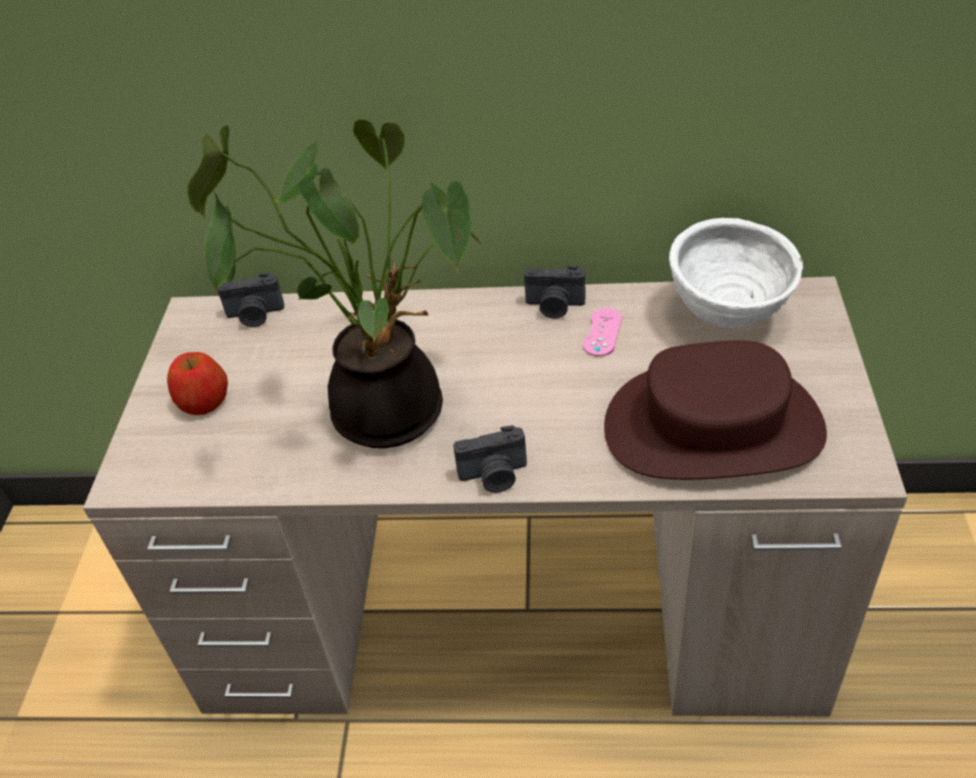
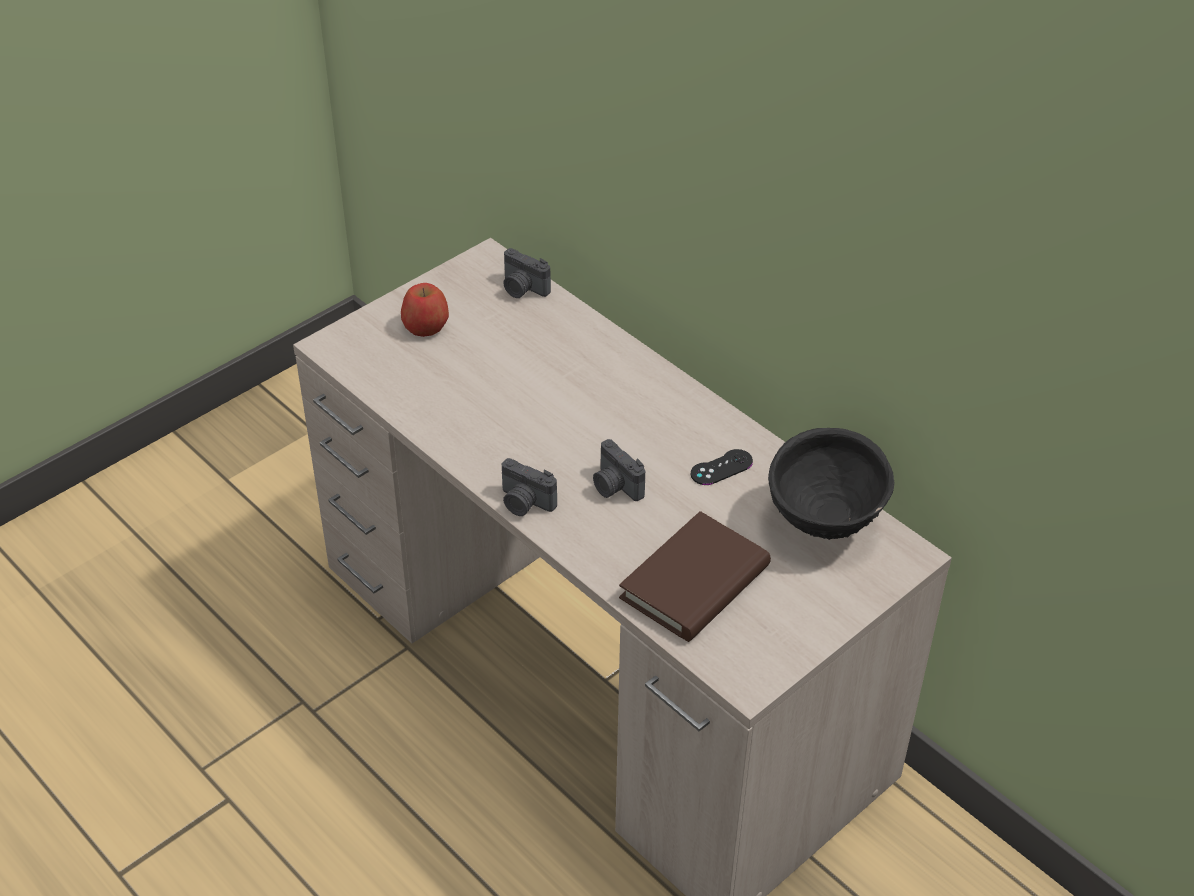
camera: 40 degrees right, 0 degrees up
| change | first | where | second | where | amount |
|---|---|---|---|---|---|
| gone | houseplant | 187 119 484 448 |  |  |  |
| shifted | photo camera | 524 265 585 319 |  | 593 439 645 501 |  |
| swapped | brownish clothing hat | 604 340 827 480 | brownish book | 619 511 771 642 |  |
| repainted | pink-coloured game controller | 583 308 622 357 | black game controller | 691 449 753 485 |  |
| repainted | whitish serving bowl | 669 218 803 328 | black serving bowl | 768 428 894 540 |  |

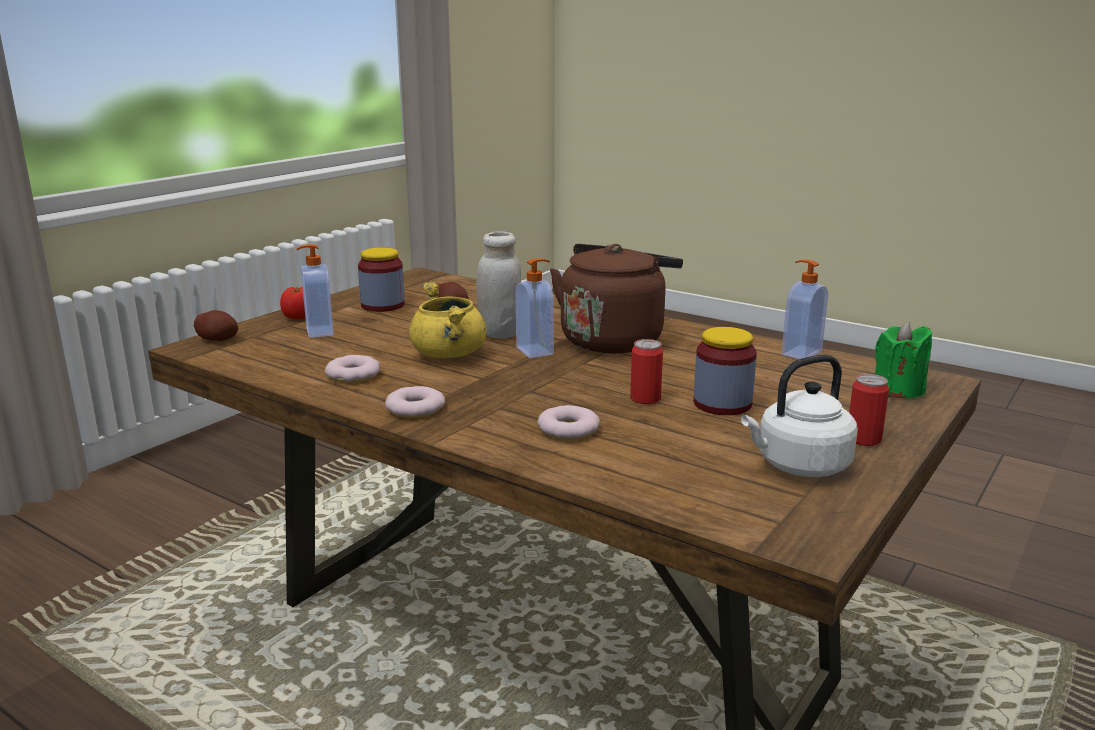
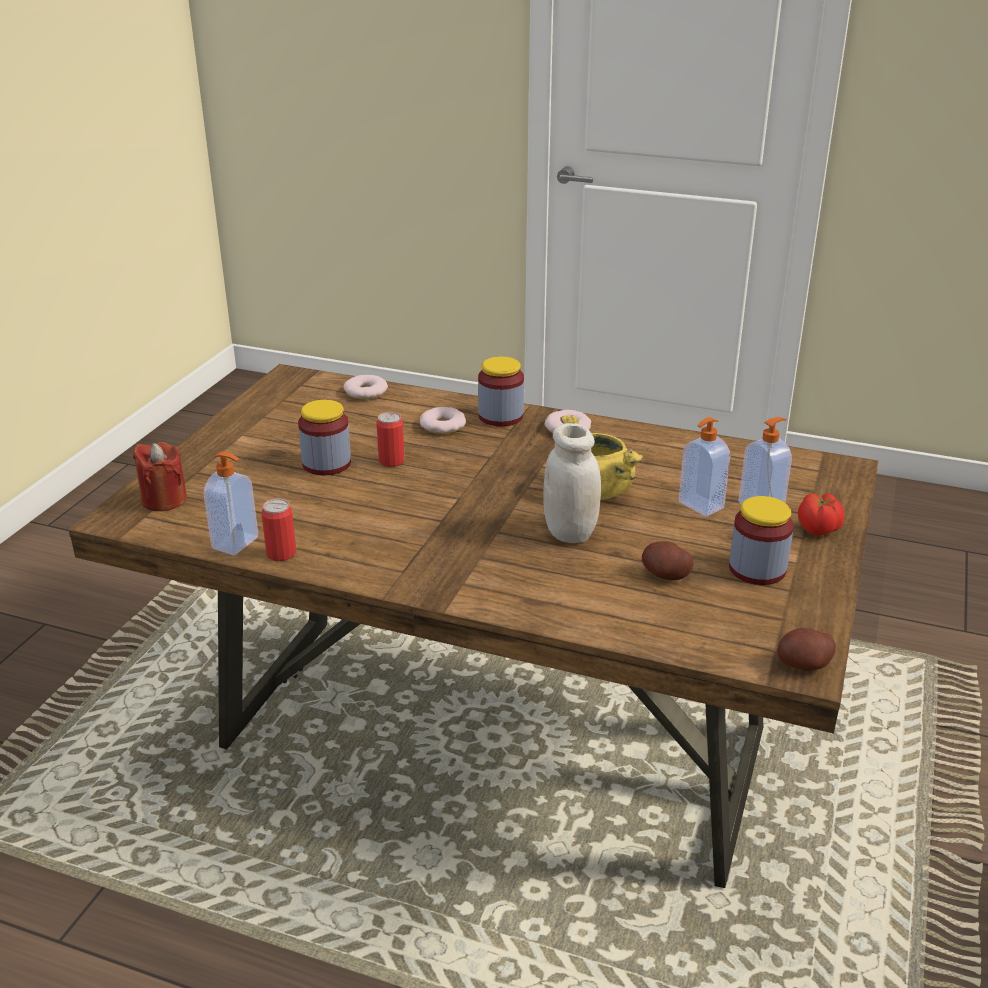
camera: 165 degrees right, 10 degrees up
| change | first | where | second | where | amount |
|---|---|---|---|---|---|
| gone | brownish water kettle | 550 244 683 354 |  |  |  |
| gone | whitish water kettle | 741 355 858 477 |  |  |  |
| new |  |  | storage jar | 478 356 524 427 |  |
| shifted | spud | 194 310 238 341 |  | 777 628 836 671 |  |
| shifted | donut | 325 355 380 383 |  | 343 375 388 399 |  |
| shifted | soap bottle | 516 258 554 358 |  | 679 417 730 517 |  |
| shifted | can | 849 374 889 446 |  | 262 499 296 561 |  |
| repainted | green-coloured candle | 875 321 932 398 | red-coloured candle | 133 442 187 511 |  |

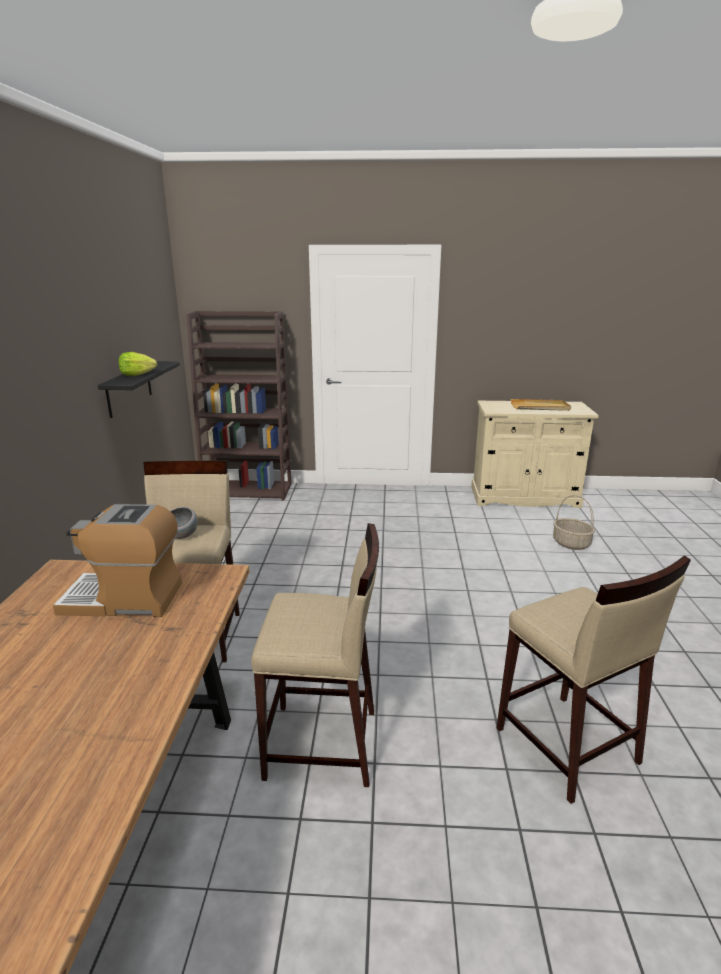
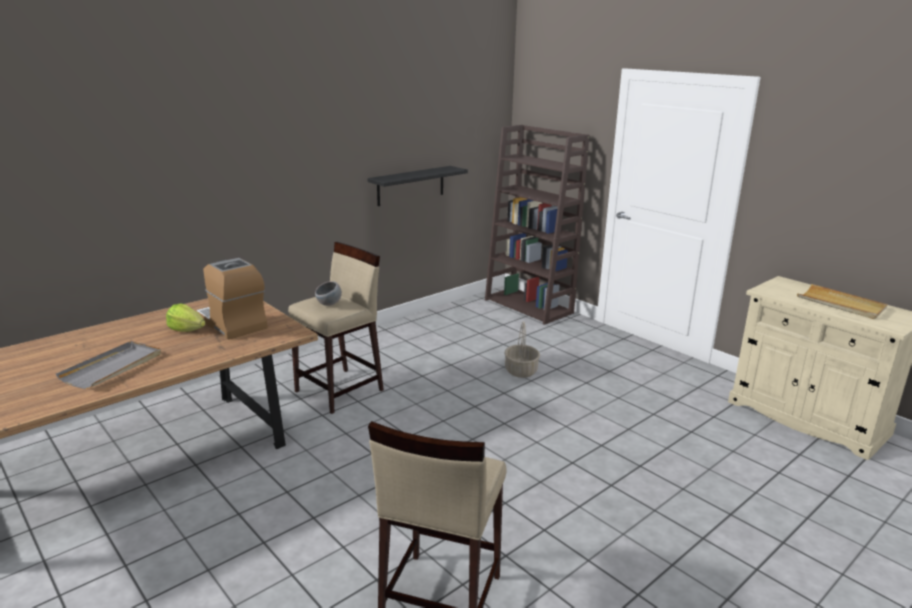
camera: 45 degrees right, 0 degrees up
| change | first | where | second | where | amount |
|---|---|---|---|---|---|
| gone | beige-coloured sitting stool | 251 523 379 787 |  |  |  |
| new |  |  | grey carrying tray | 56 341 161 389 |  |
| shifted | lettuce head | 119 352 157 376 |  | 166 303 206 332 |  |
| shifted | basket | 553 495 595 550 |  | 504 322 540 378 |  |

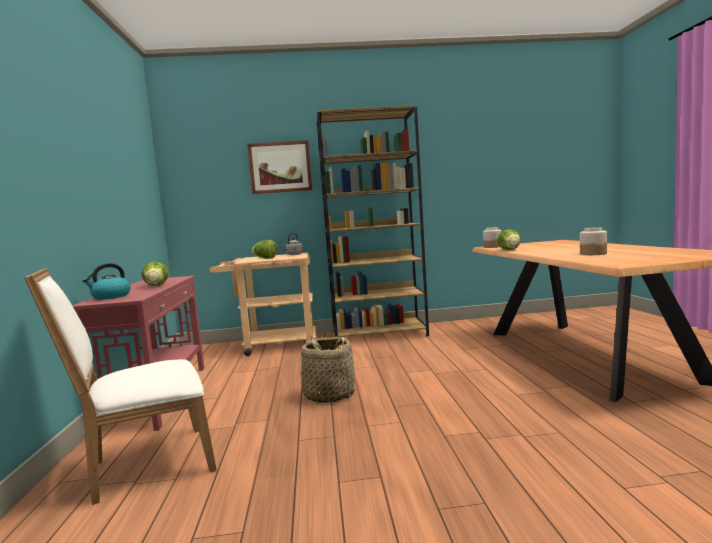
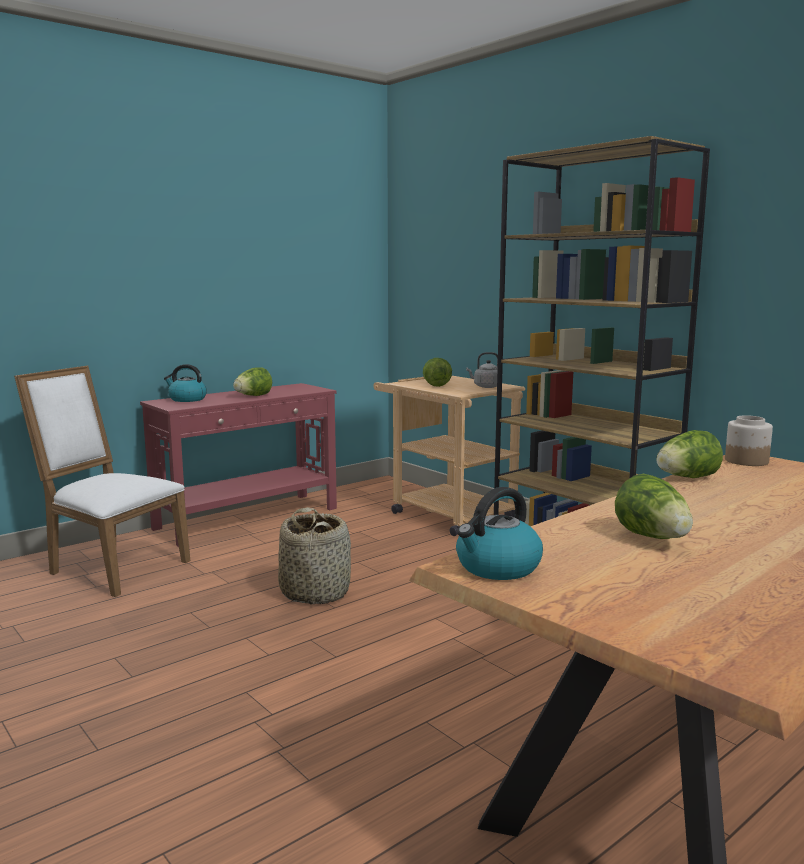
camera: 55 degrees right, 5 degrees up
| change | first | where | second | where | amount |
|---|---|---|---|---|---|
| gone | wall picture | 247 140 312 194 |  |  |  |
| new |  |  | water kettle | 456 487 543 580 |  |
| swapped | storage jar | 580 227 607 255 | lettuce head | 615 474 693 539 |  |

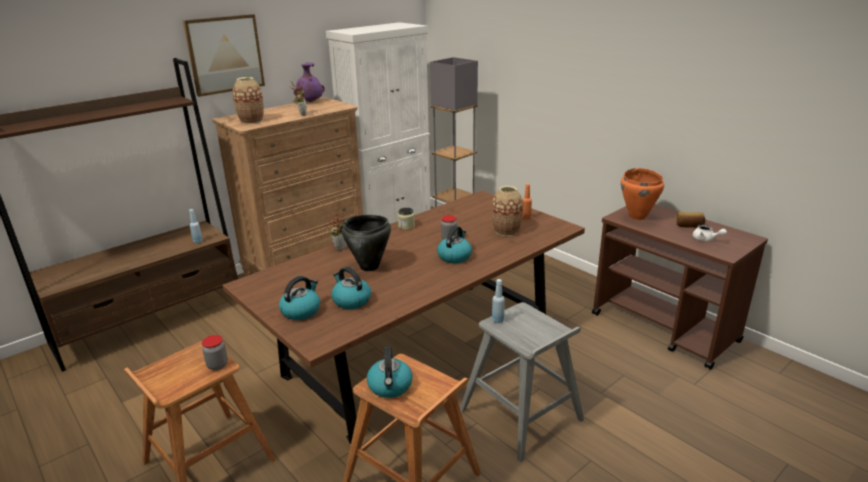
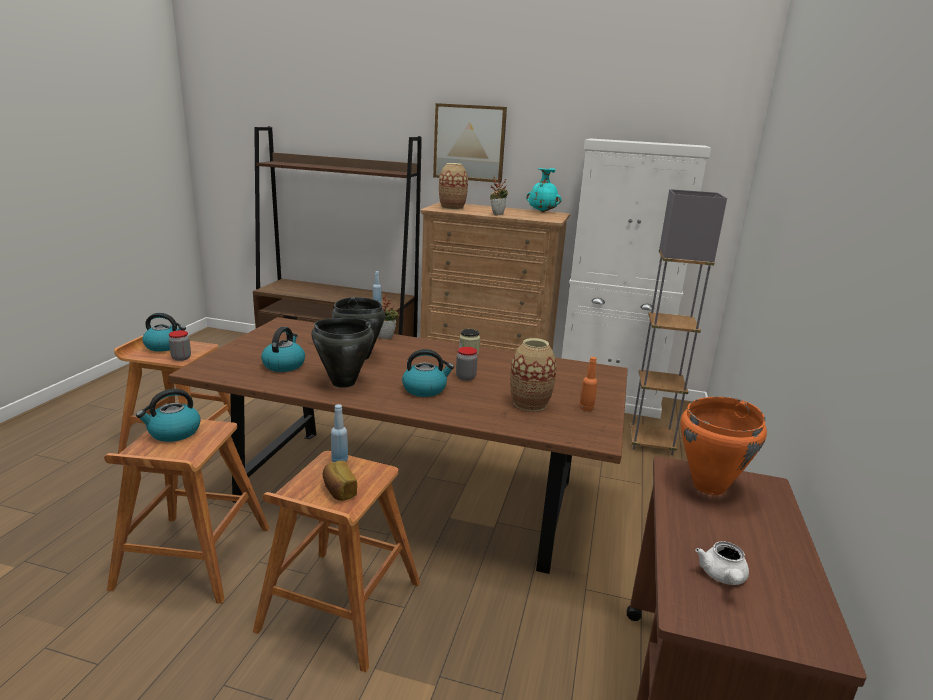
camera: 55 degrees right, 5 degrees down
| change | first | where | second | where | amount |
|---|---|---|---|---|---|
| new |  |  | black saucepot | 311 318 374 388 |  |
| shifted | water kettle | 279 276 320 320 |  | 142 313 186 352 |  |
| shifted | bread | 677 212 705 228 |  | 323 461 357 501 |  |
| repainted | purplish flower vase | 294 62 325 102 | turquoise flower vase | 526 168 562 212 |  |
| repainted | grey sitting stool | 460 302 584 462 | brownish sitting stool | 253 451 420 672 |  |

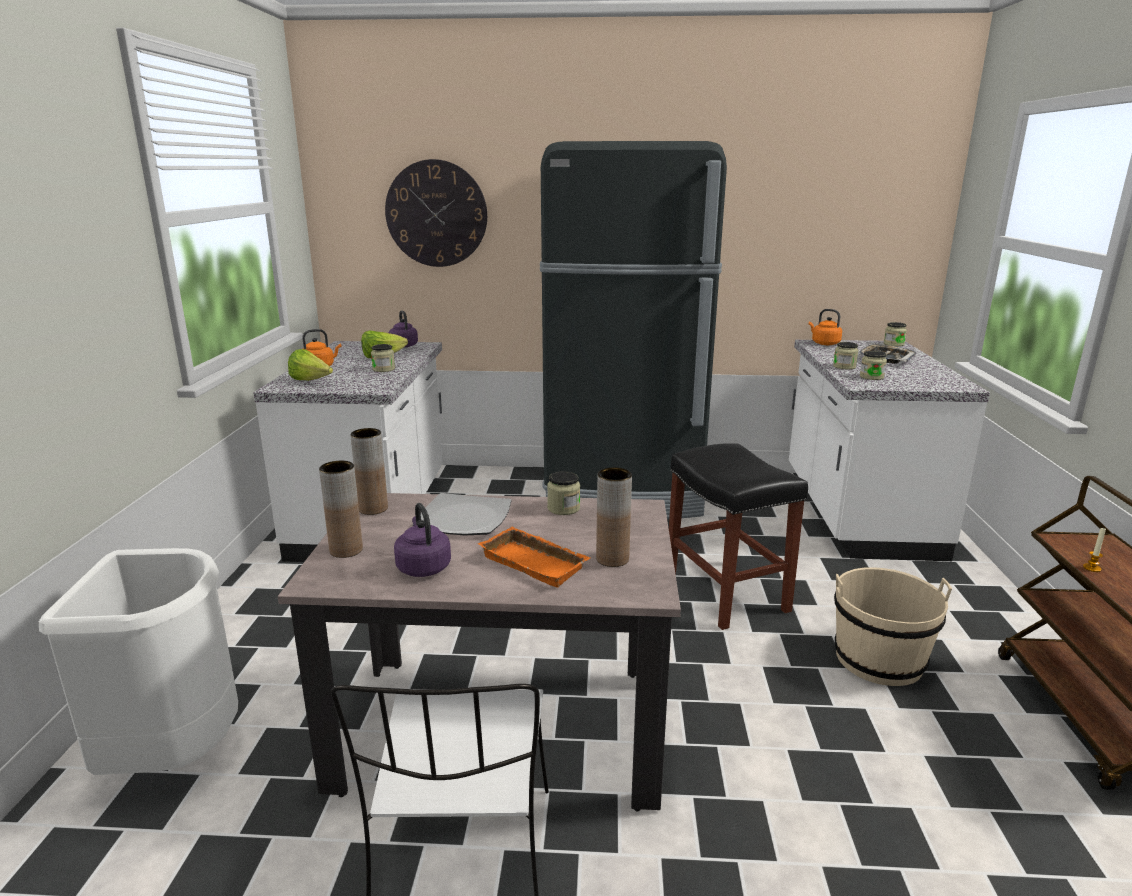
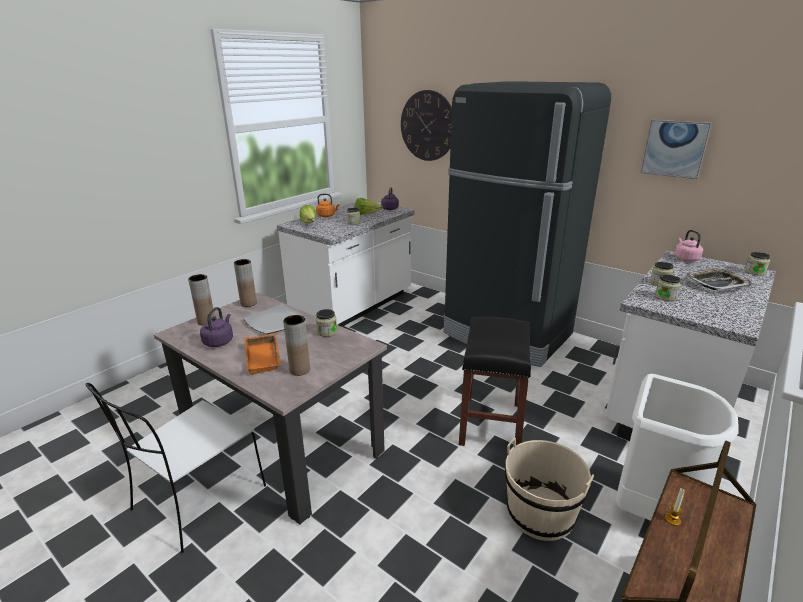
camera: 35 degrees right, 5 degrees up
| change | first | where | second | where | amount |
|---|---|---|---|---|---|
| new |  |  | wall picture | 641 120 712 179 |  |
| shifted | whitish trash can | 39 548 238 775 |  | 616 374 738 521 |  |
| repainted | orangey water kettle | 809 309 842 345 | pink-coloured water kettle | 674 230 703 262 |  |

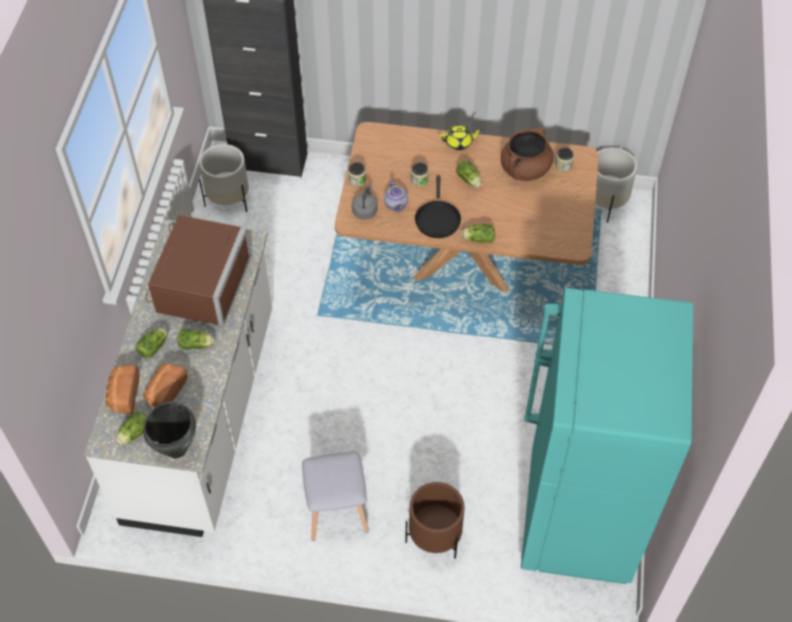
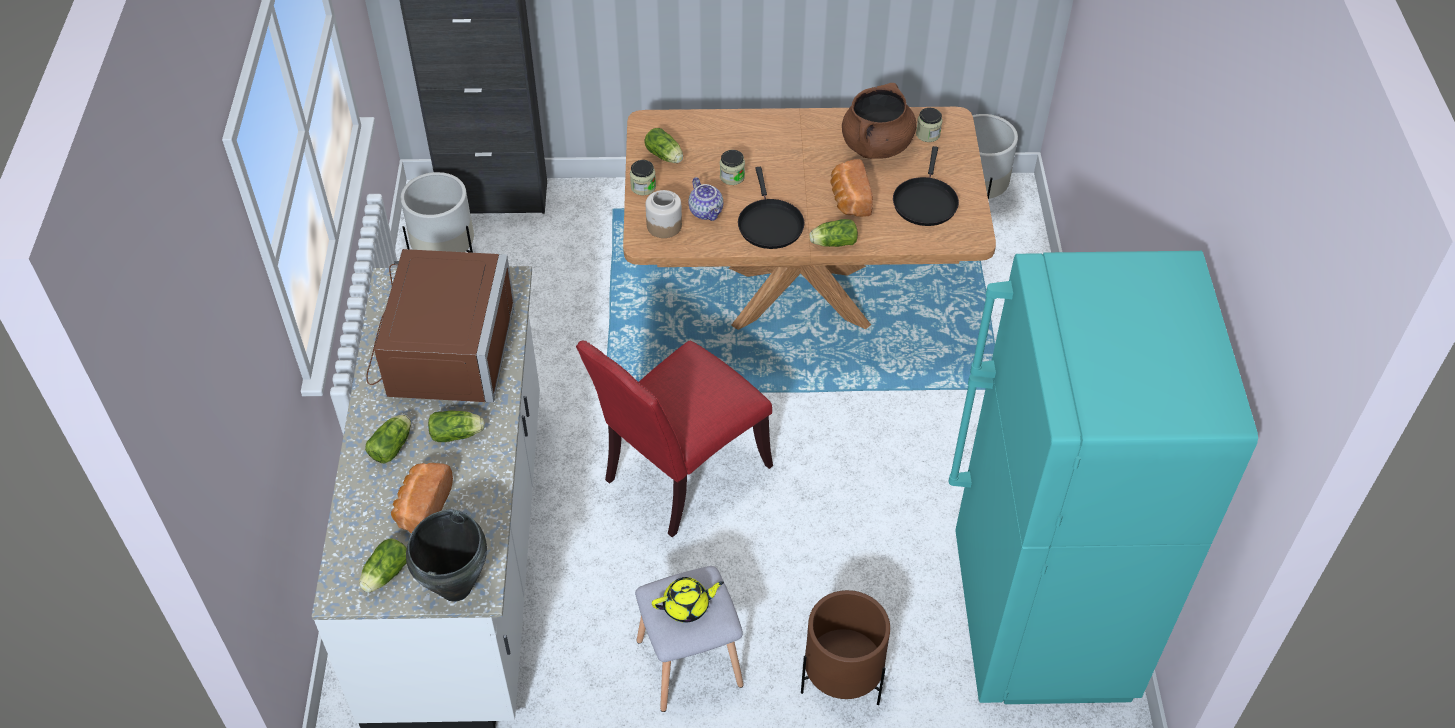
camera: 10 degrees left, 5 degrees down
| change | first | where | second | where | amount |
|---|---|---|---|---|---|
| new |  |  | red-coloured upright chair | 576 340 773 537 |  |
| new |  |  | black skillet | 893 146 959 226 |  |
| shifted | bread | 105 364 139 414 |  | 830 159 873 217 |  |
| shifted | yellowish teapot | 439 125 482 150 |  | 652 577 724 623 |  |
| shifted | lettuce head | 456 160 482 188 |  | 644 128 683 163 |  |
| swapped | grey water kettle | 352 186 377 220 | storage jar | 646 190 682 238 |  |

